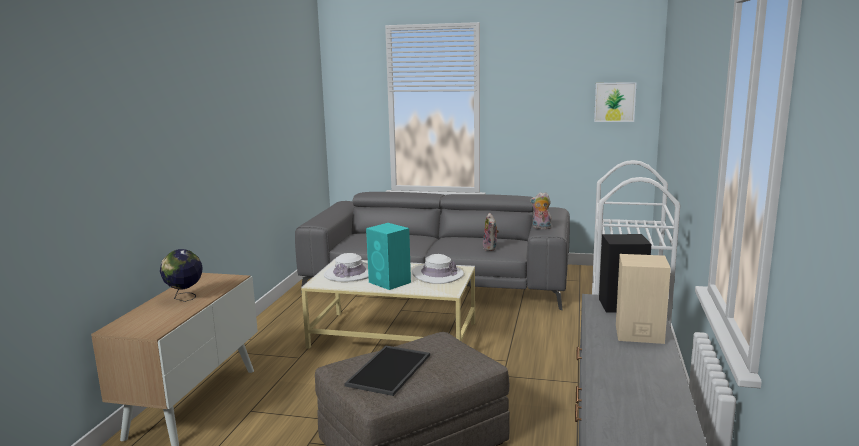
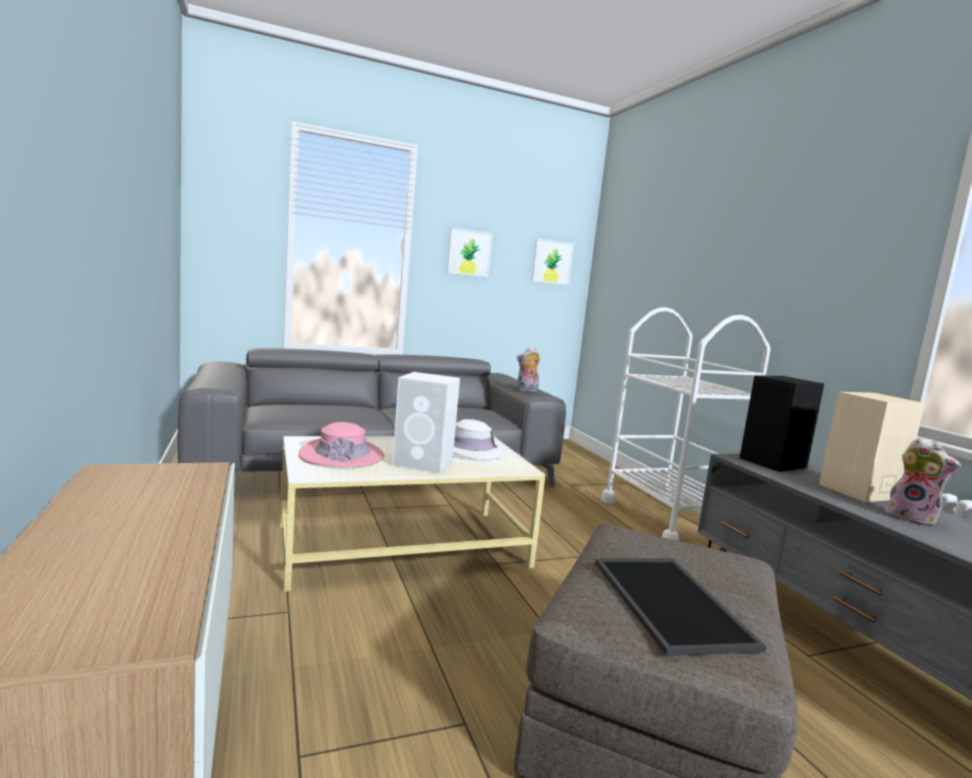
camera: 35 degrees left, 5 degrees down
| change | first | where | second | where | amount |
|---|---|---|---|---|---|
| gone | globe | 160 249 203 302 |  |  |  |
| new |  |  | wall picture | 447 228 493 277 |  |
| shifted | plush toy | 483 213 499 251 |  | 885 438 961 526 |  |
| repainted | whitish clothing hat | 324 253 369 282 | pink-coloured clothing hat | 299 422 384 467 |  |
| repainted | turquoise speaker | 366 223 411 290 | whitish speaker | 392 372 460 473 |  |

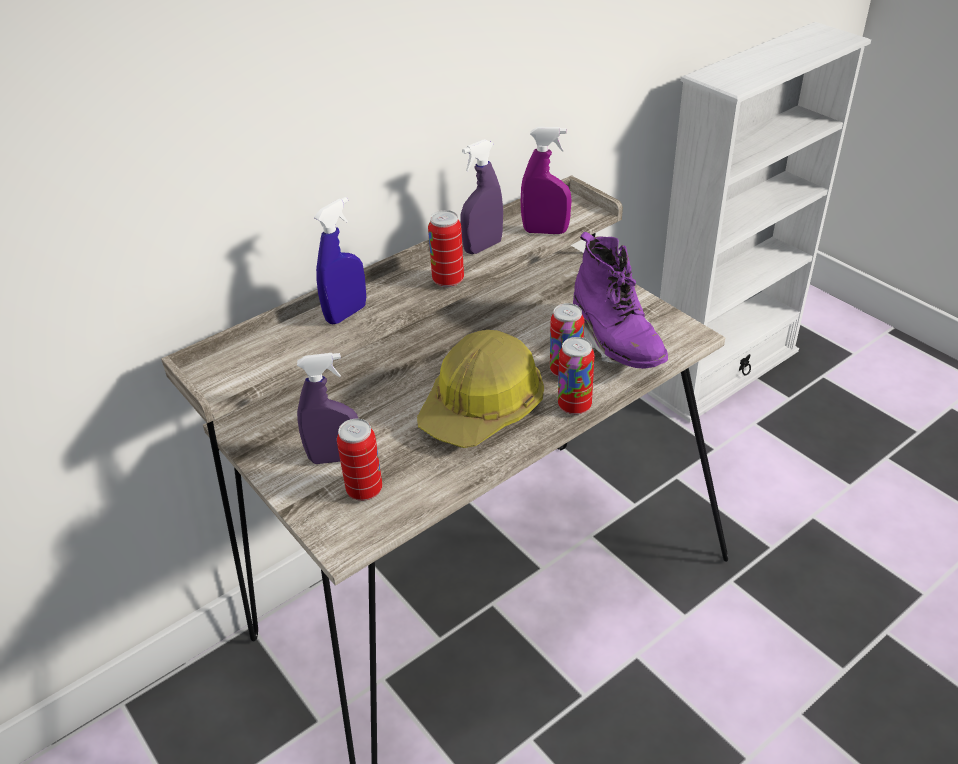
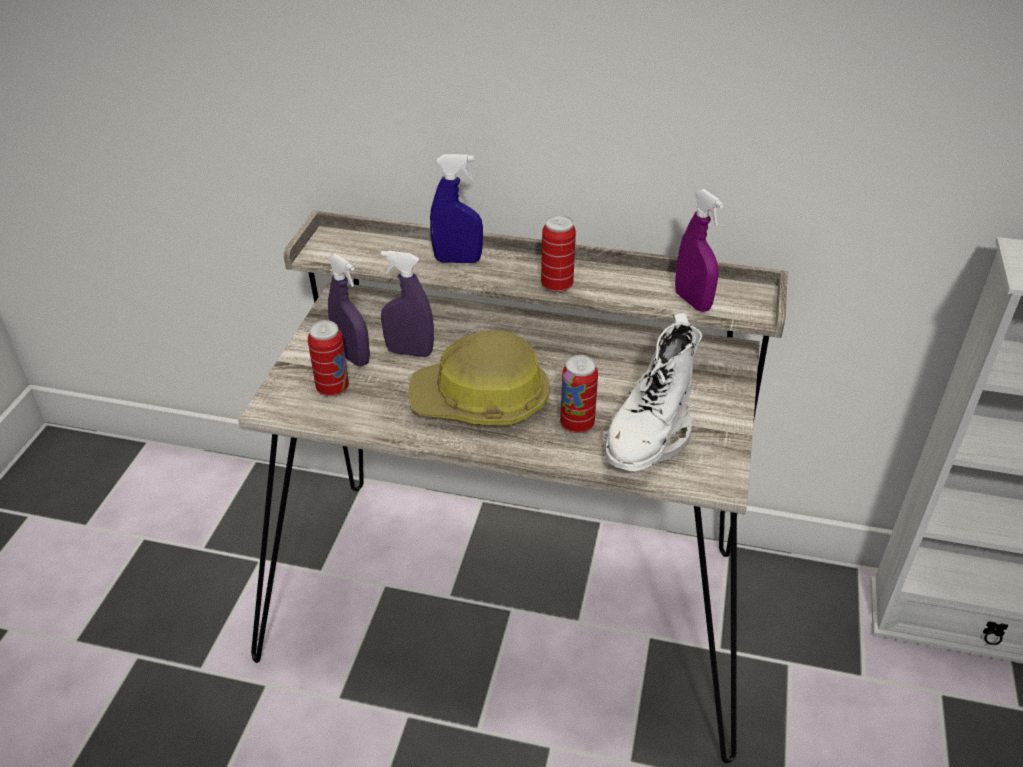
camera: 50 degrees right, 0 degrees up
| change | first | where | second | where | amount |
|---|---|---|---|---|---|
| gone | can | 558 337 595 415 |  |  |  |
| shifted | purplish hand sprayer | 460 139 503 254 |  | 381 250 434 357 |  |
| repainted | purplish tall boot | 573 232 668 369 | whitish tall boot | 602 313 702 471 |  |

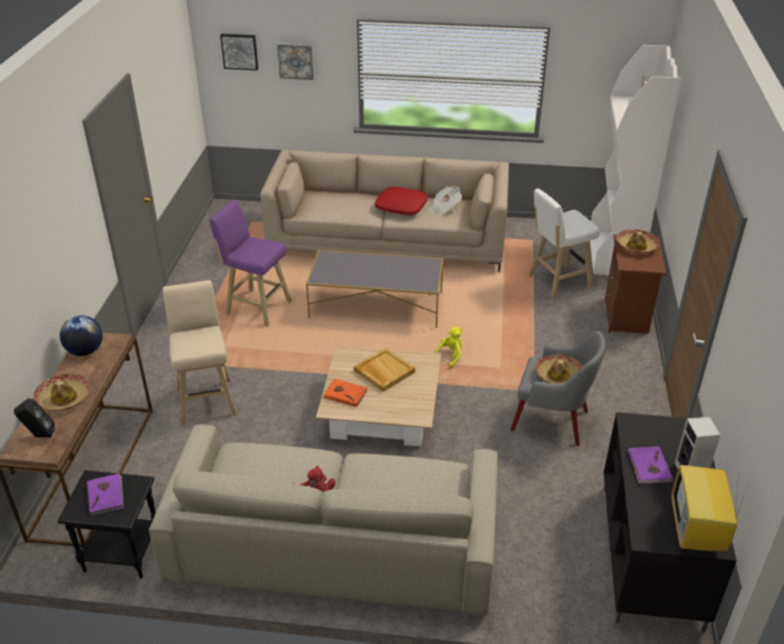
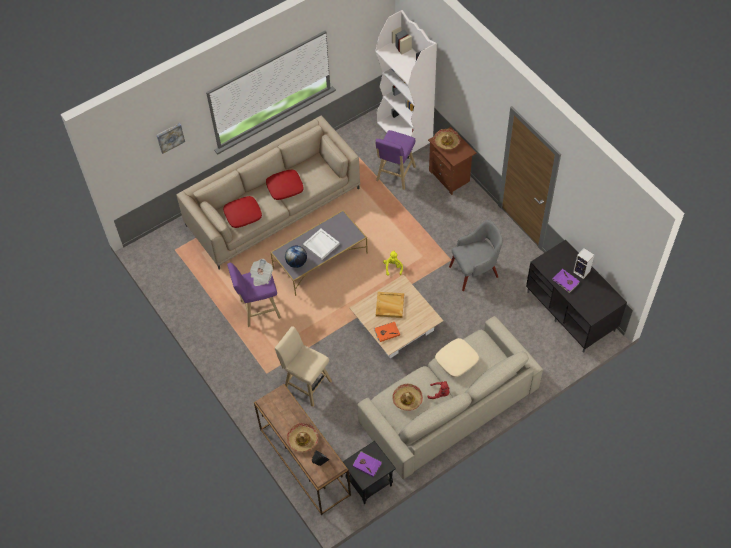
camera: 40 degrees left, 20 degrees up
| change | first | where | second | where | amount |
|---|---|---|---|---|---|
| gone | wall picture | 220 34 258 70 |  |  |  |
| gone | television | 671 463 749 552 |  |  |  |
| new |  |  | red-coloured throw pillow | 223 196 262 228 |  |
| new |  |  | whitish carrying tray | 303 229 340 260 |  |
| new |  |  | beige-coloured throw pillow | 435 338 479 377 |  |
| shifted | globe | 60 315 103 356 |  | 285 246 307 268 |  |
| shifted | printed paper | 429 186 462 214 |  | 250 259 273 286 |  |
| shifted | clothing hat | 535 355 583 384 |  | 393 384 423 411 |  |
| repainted | whitish sitting stool | 528 189 600 299 | purplish sitting stool | 376 130 416 190 |  |

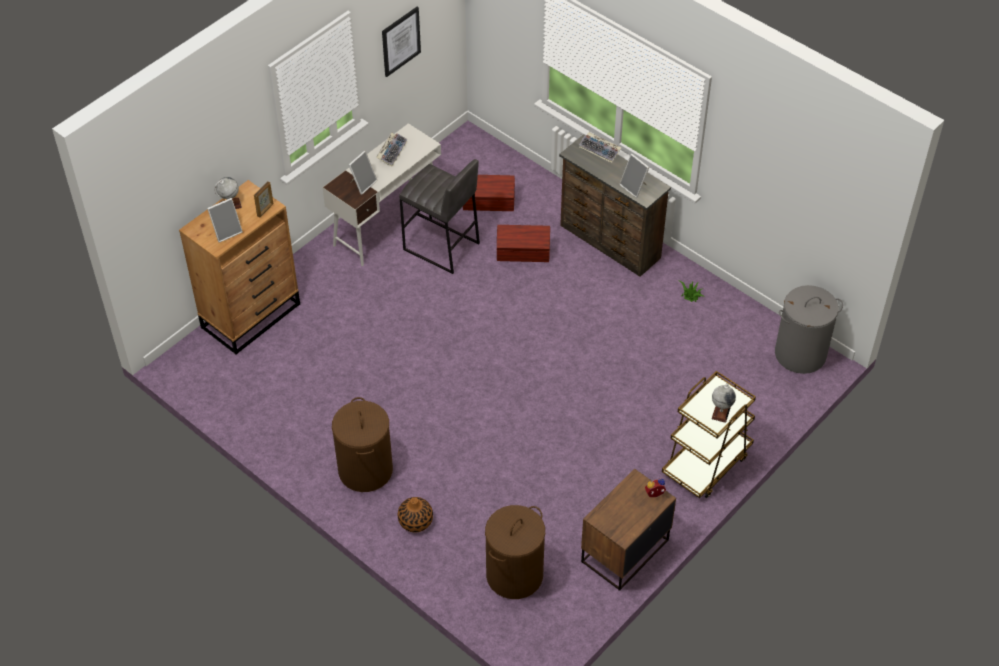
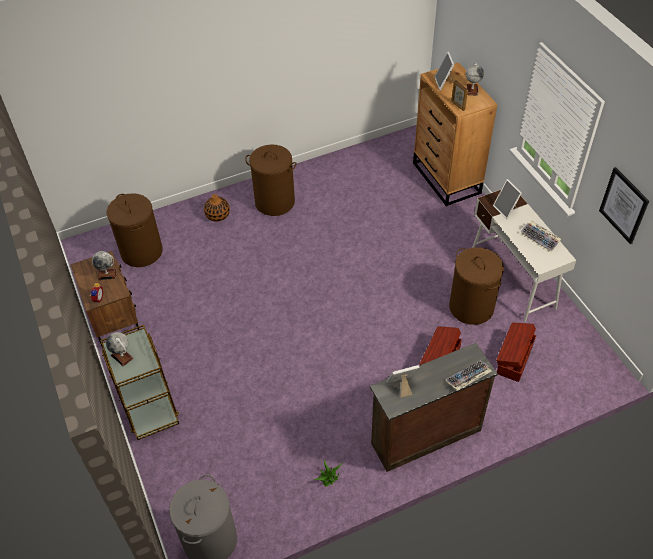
camera: 115 degrees right, 0 degrees up
| change | first | where | second | where | amount |
|---|---|---|---|---|---|
| new |  |  | globe | 92 251 117 280 |  |
| swapped | grey sitting stool | 399 159 480 274 | brownish laundry basket | 449 247 504 325 |  |

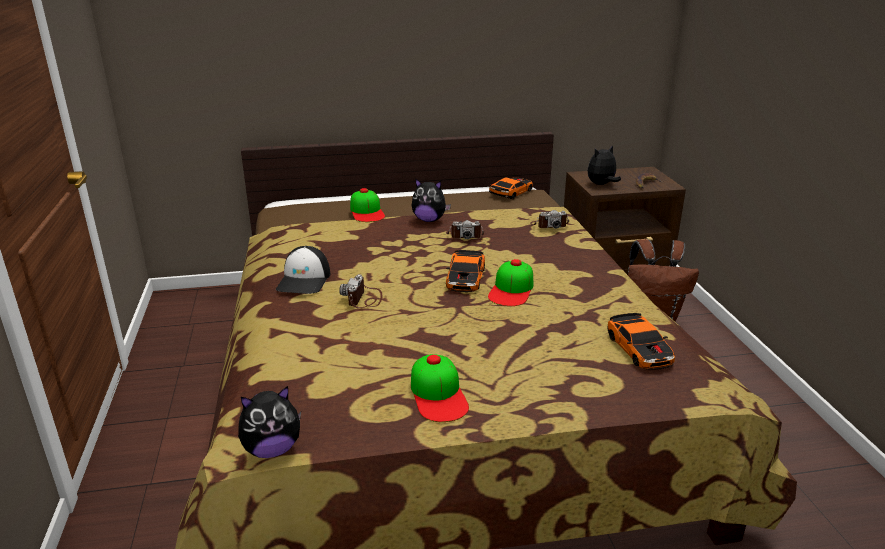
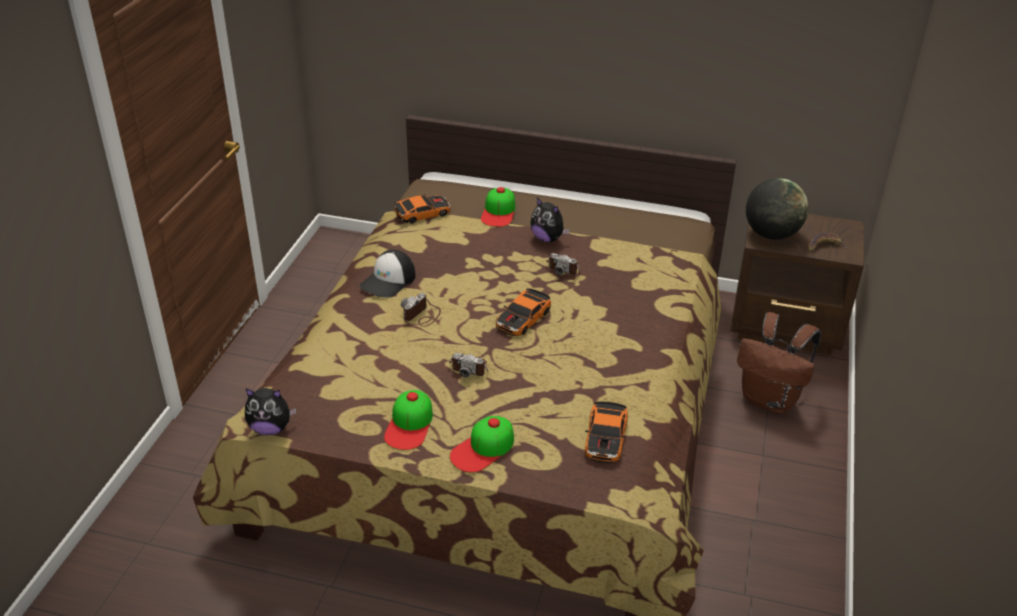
camera: 25 degrees right, 10 degrees up
| change | first | where | second | where | amount |
|---|---|---|---|---|---|
| shifted | baseball cap | 488 259 533 306 |  | 450 416 514 472 |  |
| shifted | miniature car | 489 177 533 199 |  | 394 194 451 224 |  |
| shifted | photo camera | 530 210 569 228 |  | 449 353 488 378 |  |
| swapped | plush toy | 588 145 621 185 | globe | 746 178 808 240 |  |

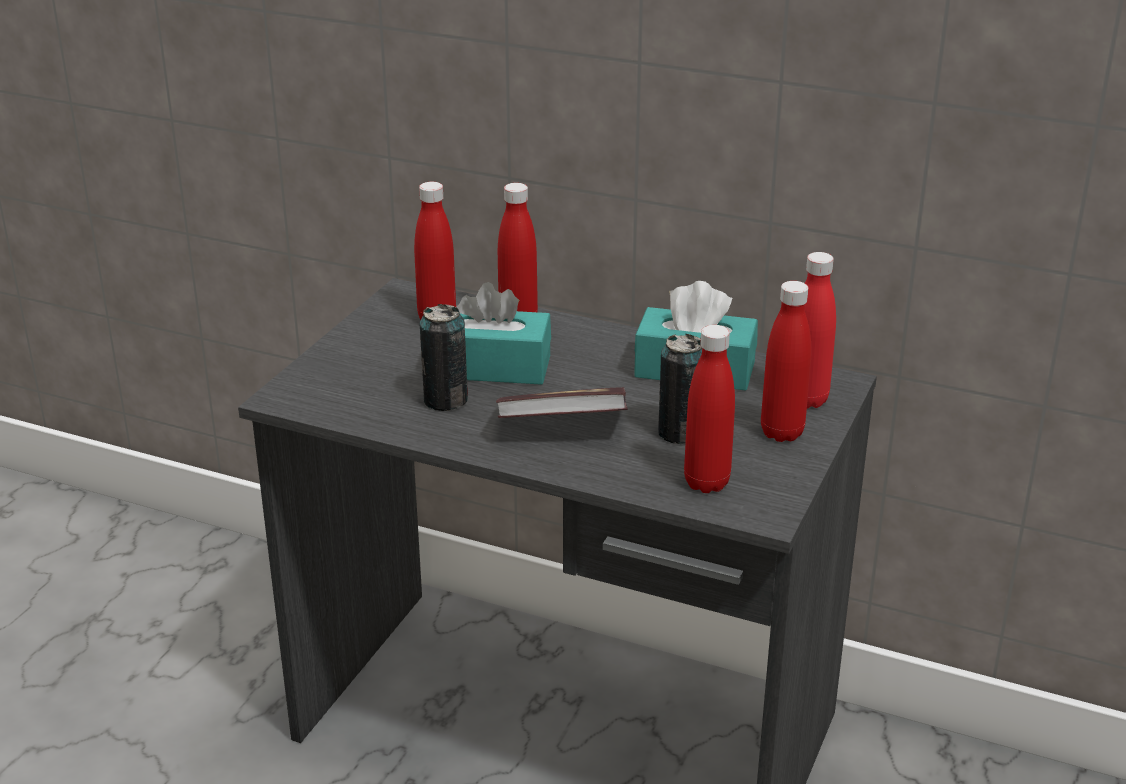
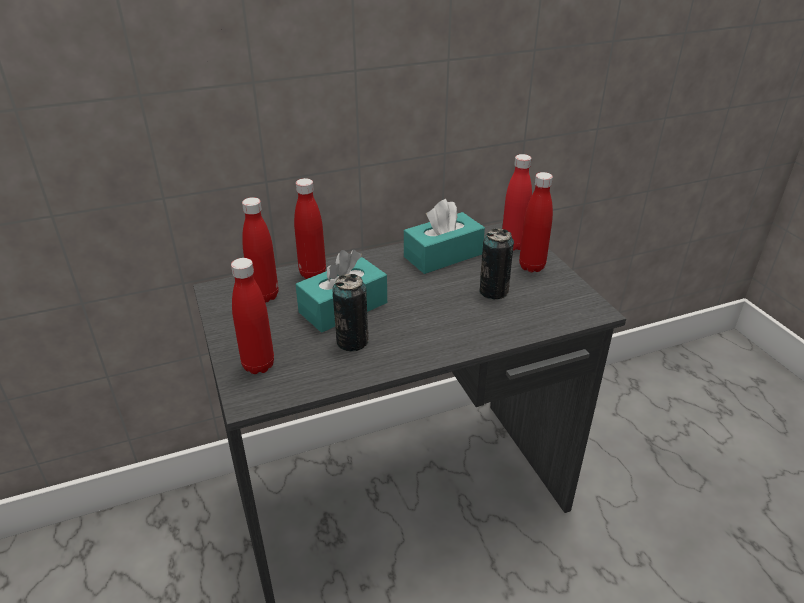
camera: 45 degrees left, 5 degrees up
| change | first | where | second | where | amount |
|---|---|---|---|---|---|
| gone | book | 496 387 628 418 |  |  |  |
| shifted | red-coloured bottle | 684 325 735 493 |  | 231 258 274 374 |  |

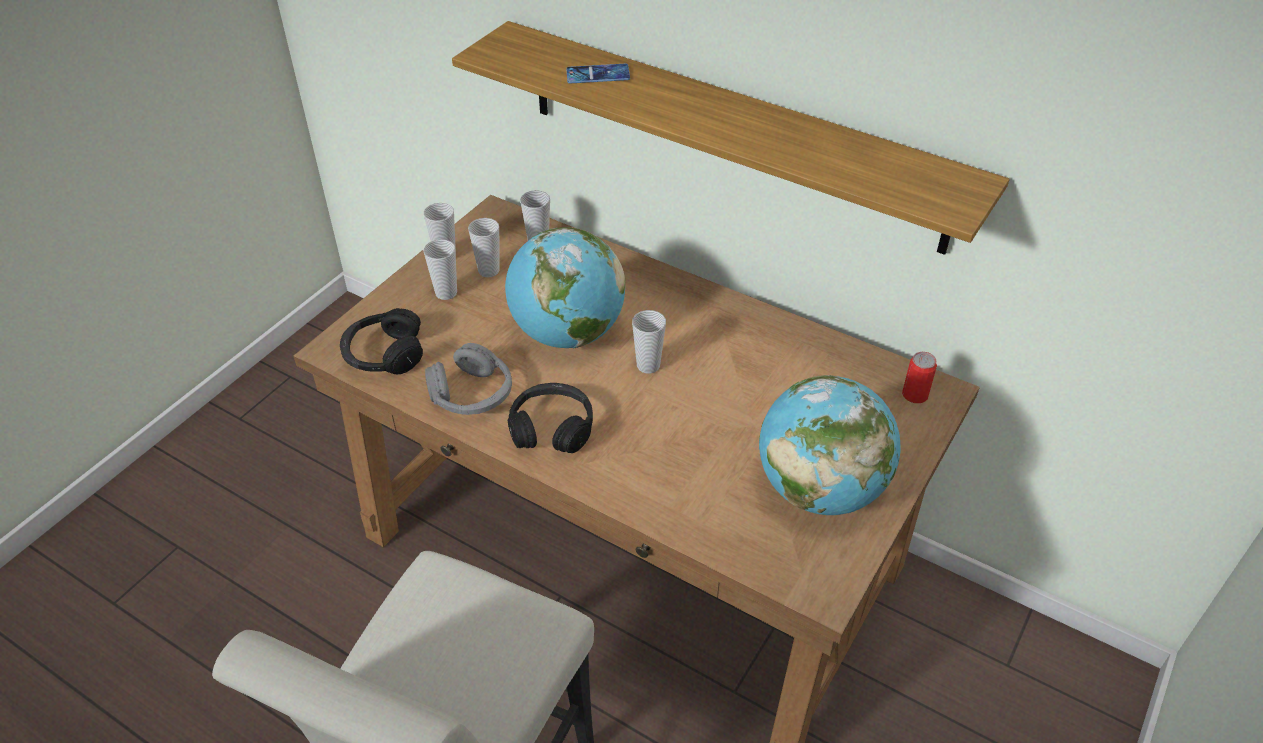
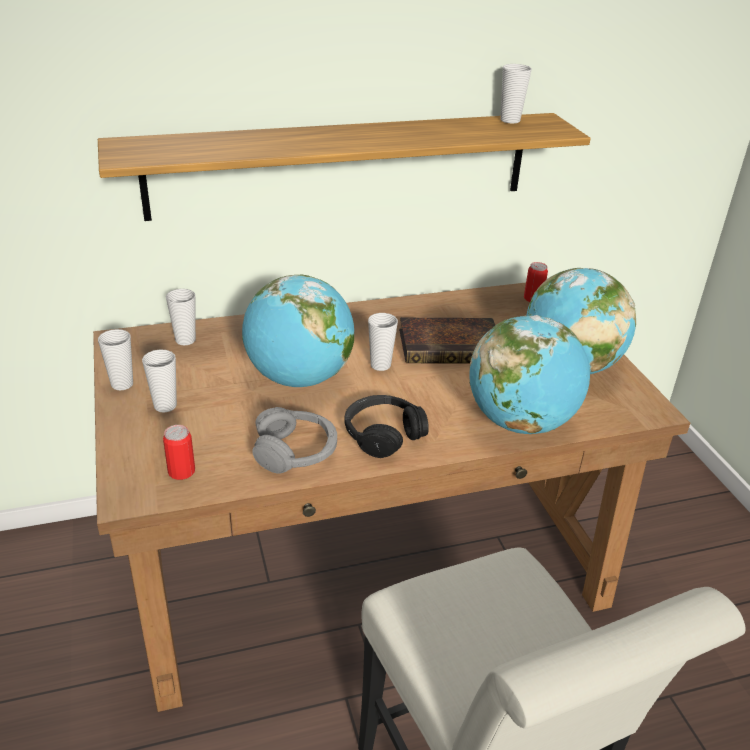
camera: 50 degrees left, 10 degrees down
| change | first | where | second | where | amount |
|---|---|---|---|---|---|
| gone | handset | 566 64 630 84 |  |  |  |
| new |  |  | book | 399 317 495 364 |  |
| new |  |  | globe | 469 315 590 434 |  |
| shifted | small cup | 468 218 500 277 |  | 500 64 532 123 |  |
| swapped | black headphones | 340 308 423 374 | can | 163 425 195 480 |  |

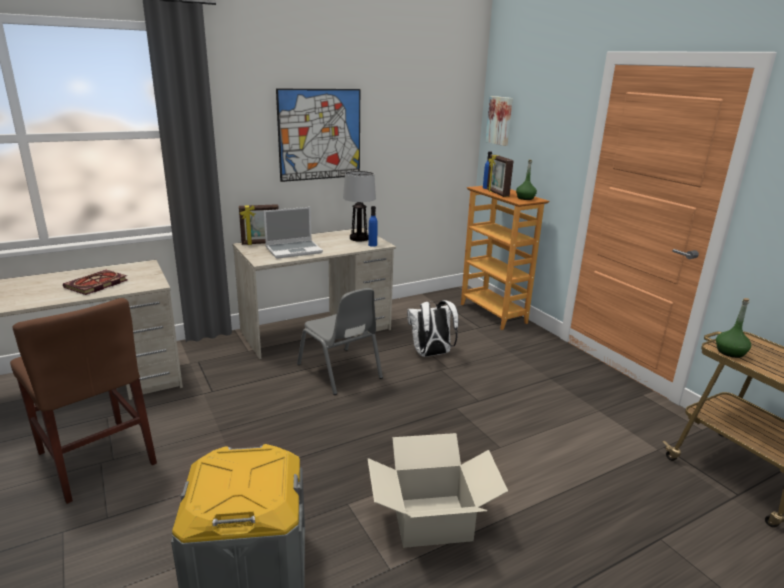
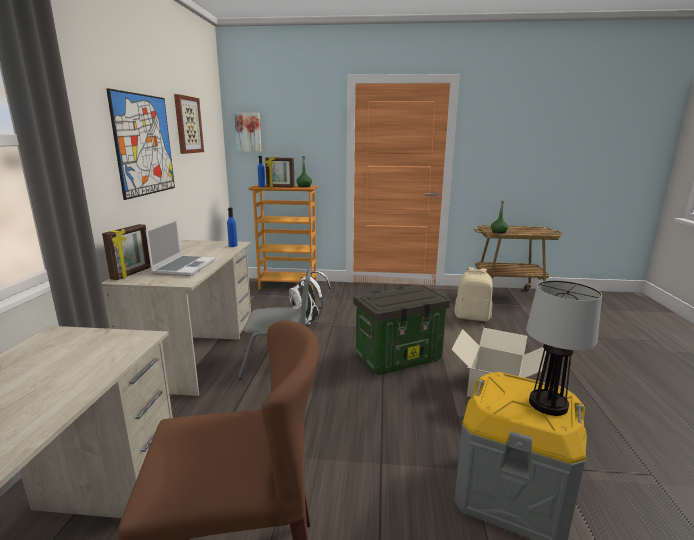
camera: 55 degrees left, 5 degrees down
| change | first | where | second | where | amount |
|---|---|---|---|---|---|
| gone | book | 63 270 128 295 |  |  |  |
| new |  |  | wall picture | 174 94 204 154 |  |
| new |  |  | storage bin | 354 285 450 375 |  |
| new |  |  | beige-coloured backpack | 454 267 493 322 |  |
| shifted | lamp for a table | 343 171 376 242 |  | 526 280 602 416 |  |

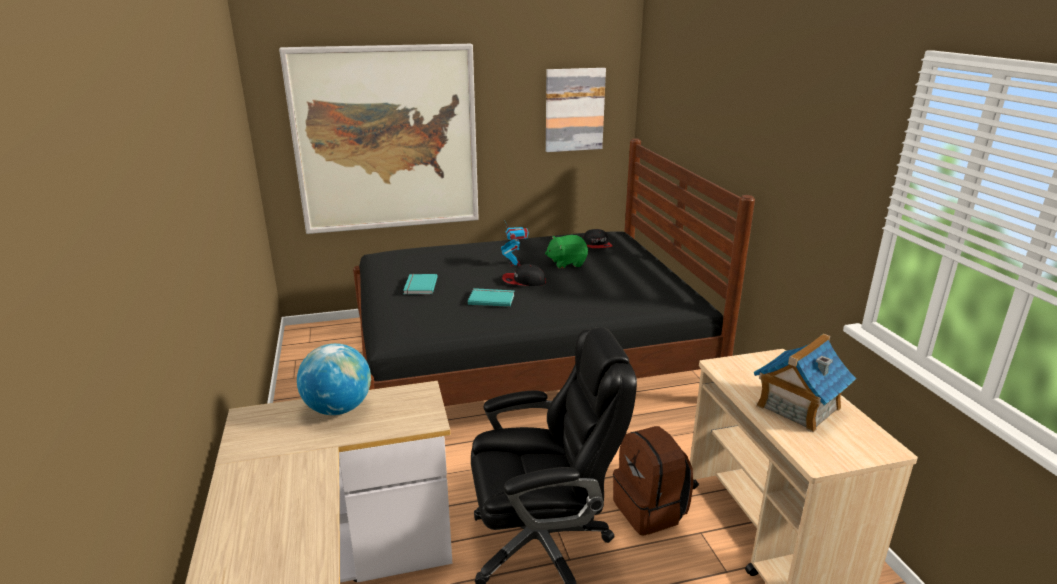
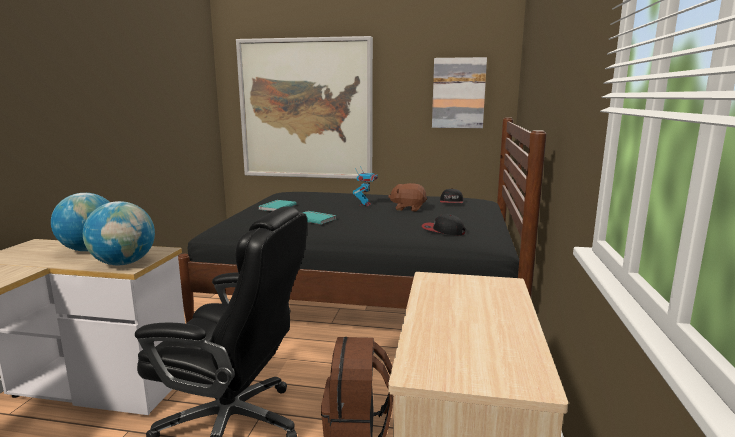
camera: 25 degrees right, 10 degrees down
| change | first | where | second | where | amount |
|---|---|---|---|---|---|
| gone | toy house | 754 334 856 433 |  |  |  |
| new |  |  | globe | 83 201 155 265 |  |
| shifted | baseball cap | 502 264 546 286 |  | 422 214 465 236 |  |
| repainted | green-coloured plush toy | 545 235 588 268 | brownish plush toy | 388 183 427 211 |  |

